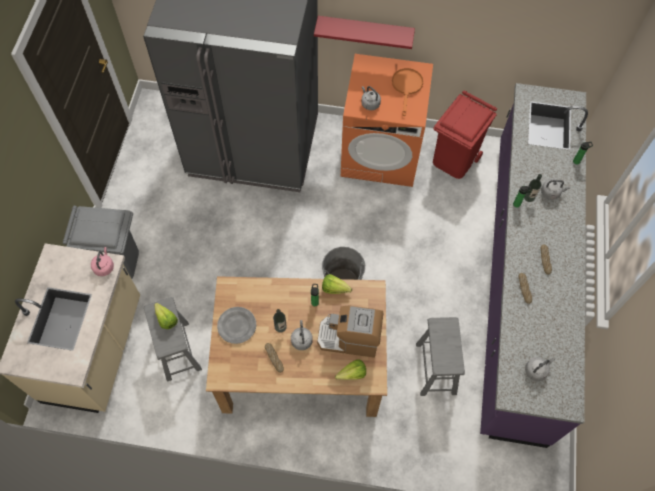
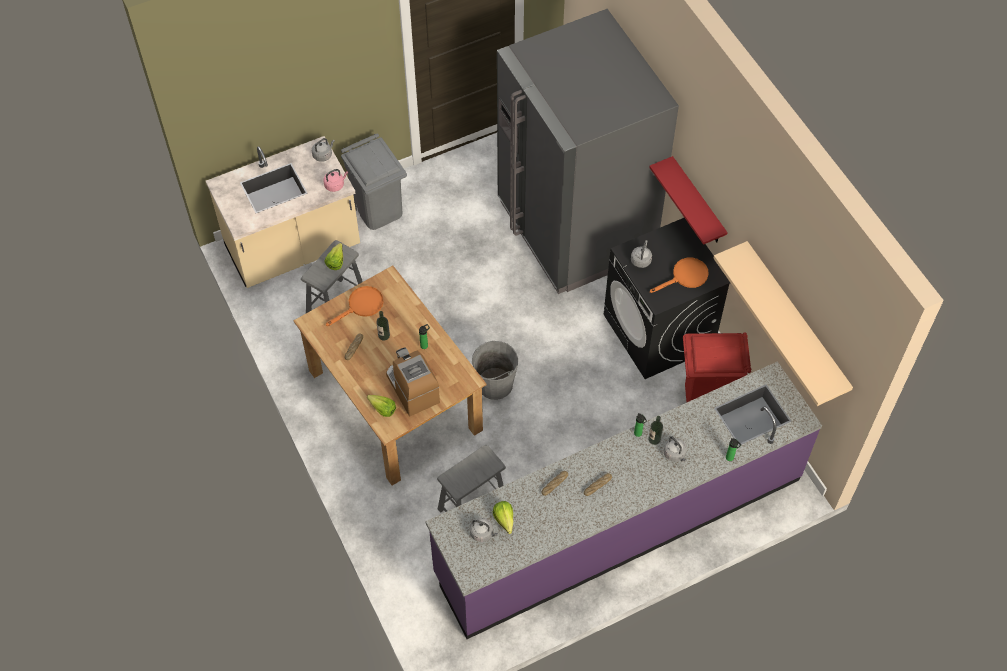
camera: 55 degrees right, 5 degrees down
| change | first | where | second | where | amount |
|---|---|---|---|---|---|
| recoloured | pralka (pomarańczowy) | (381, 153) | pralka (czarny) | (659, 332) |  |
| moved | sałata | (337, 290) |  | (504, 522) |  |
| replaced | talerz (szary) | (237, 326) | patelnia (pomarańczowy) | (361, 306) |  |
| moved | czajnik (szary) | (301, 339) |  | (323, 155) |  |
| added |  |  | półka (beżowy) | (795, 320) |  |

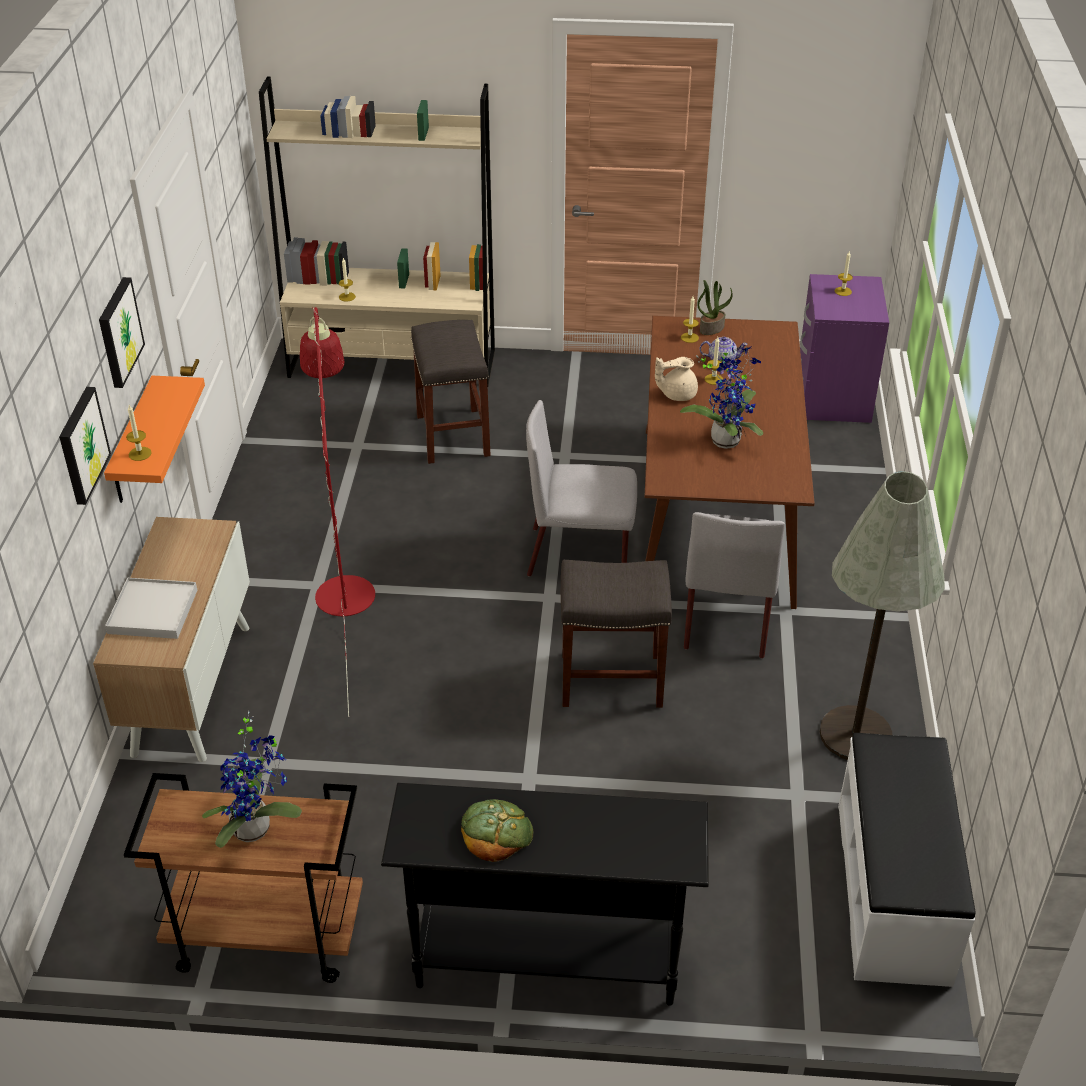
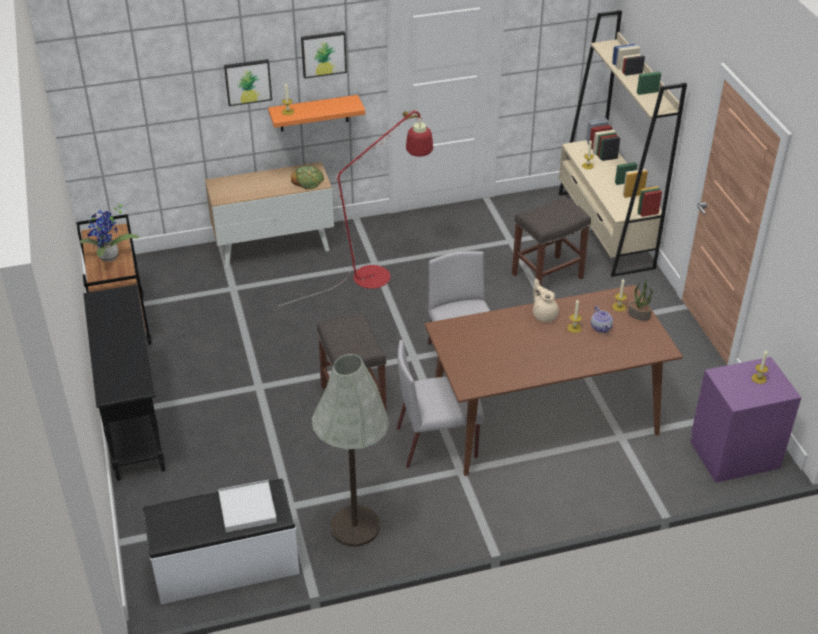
camera: 70 degrees right, 0 degrees up
| change | first | where | second | where | amount |
|---|---|---|---|---|---|
| removed | roślina doniczkowa | (726, 438) |  |  |  |
| moved | taca (biały) | (152, 611) |  | (247, 508) |  |
| moved | chleb | (496, 832) |  | (308, 180) |  |

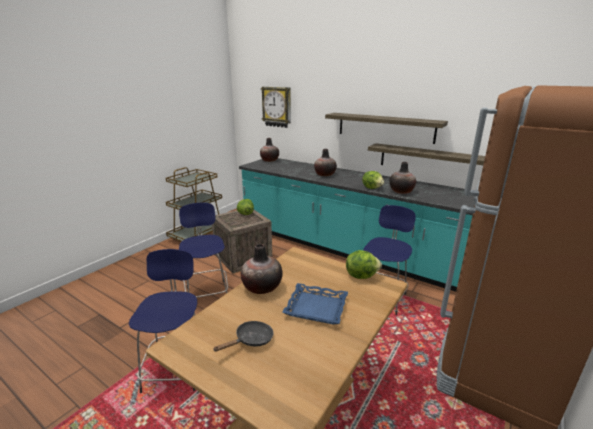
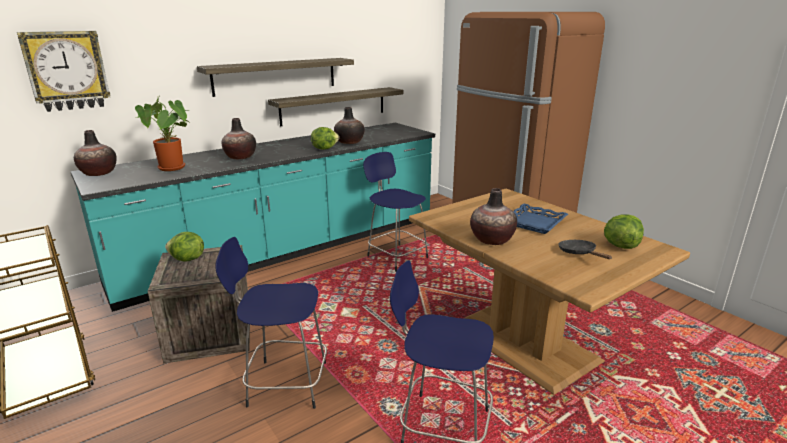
camera: 70 degrees left, 0 degrees up
| change | first | where | second | where | amount |
|---|---|---|---|---|---|
| moved | sałata | (361, 275) |  | (620, 245) |  |
| added |  |  | roślina doniczkowa | (173, 168) |  |

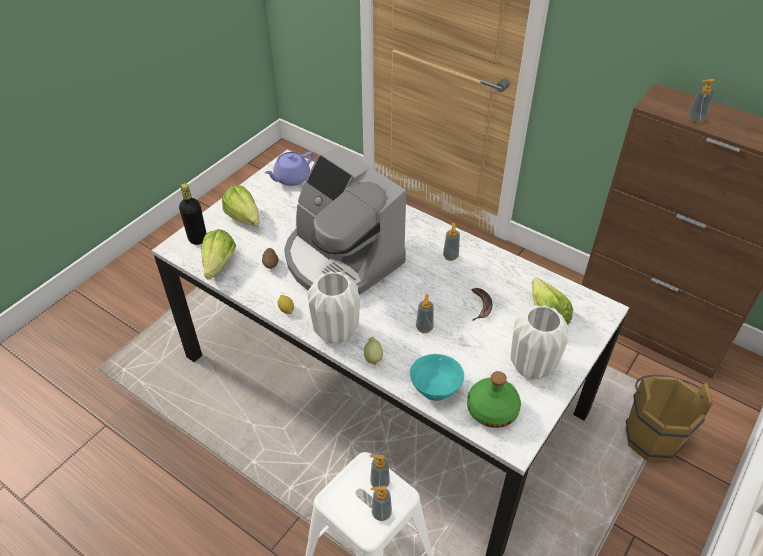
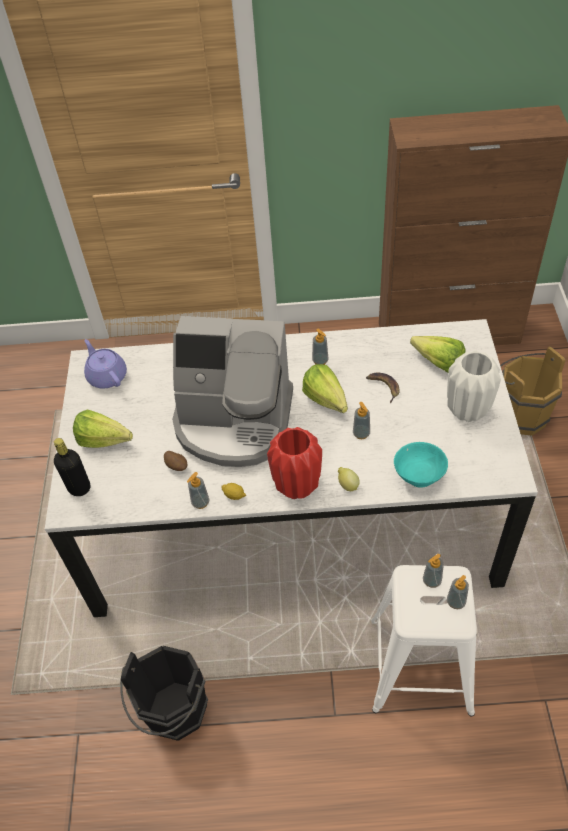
camera: 35 degrees left, 5 degrees up
| change | first | where | second | where | amount |
|---|---|---|---|---|---|
| moved | dozownik mydła | (695, 119) |  | (200, 502) |  |
| turned | imbryk (fioletowy) | (291, 178) |  | (107, 376) | 135 degrees clockwise |
| moved | sałata | (216, 268) |  | (327, 403) |  |
| recoloured | wazon (biały) | (335, 332) | wazon (czerwony) | (296, 486) |  |
| removed | butelka (zielony) | (492, 409) |  |  |  |
| added |  |  | wiadro (czarny) | (174, 715) |  |

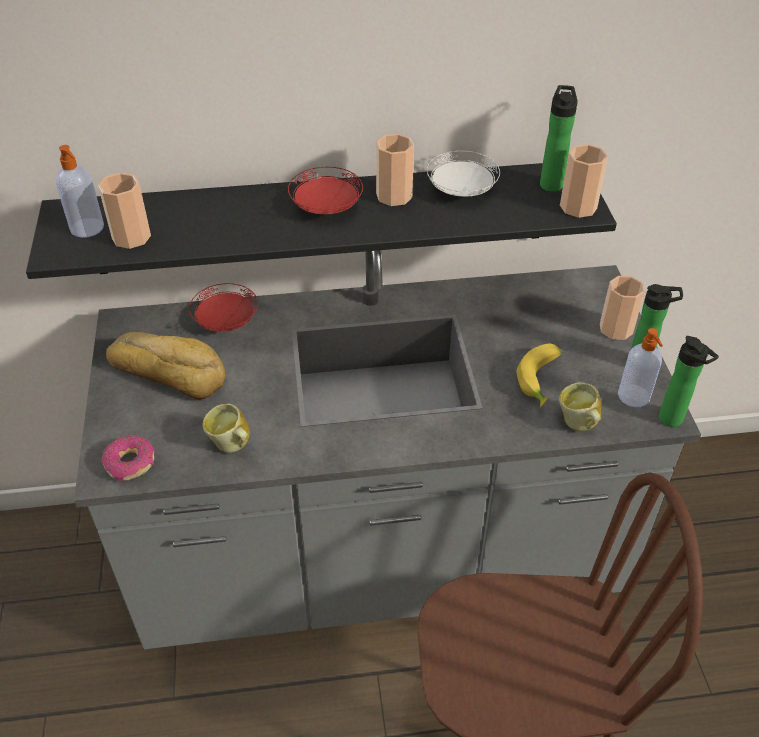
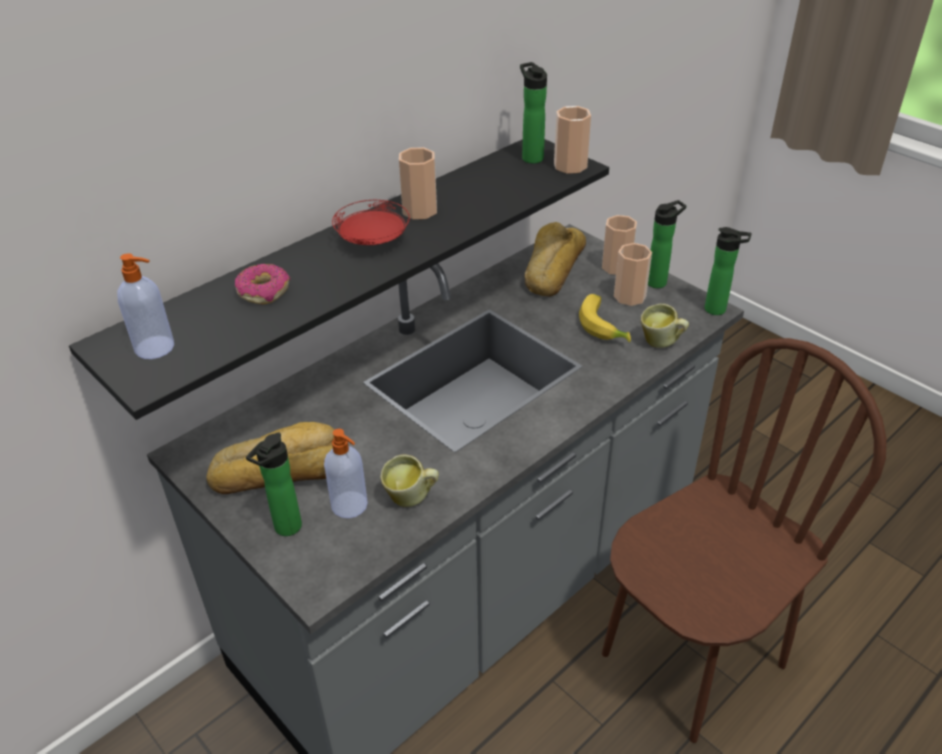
camera: 35 degrees left, 5 degrees down
| change | first | where | second | where | amount |
|---|---|---|---|---|---|
| removed | talerz (biały) | (462, 191) |  |  |  |
| moved | filiżanka | (131, 237) |  | (629, 296) |  |
| removed | talerz (czerwony) | (226, 322) |  |  |  |
| moved | dozownik mydła | (634, 397) |  | (350, 505) |  |
| moved | donut | (130, 463) |  | (264, 291) |  |
| added |  |  | chleb | (551, 268) |  |
| added |  |  | butelka | (285, 529) |  |

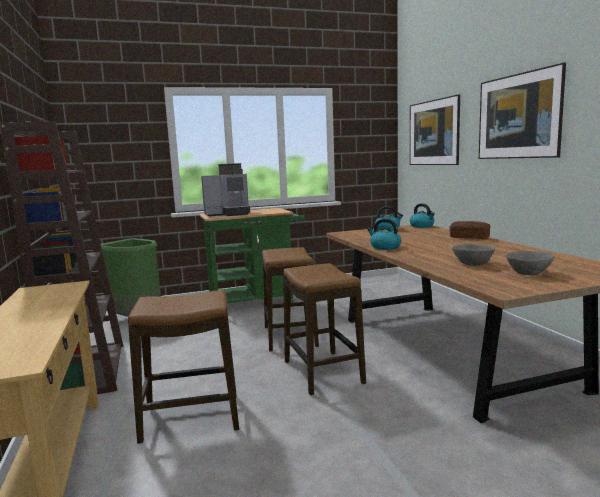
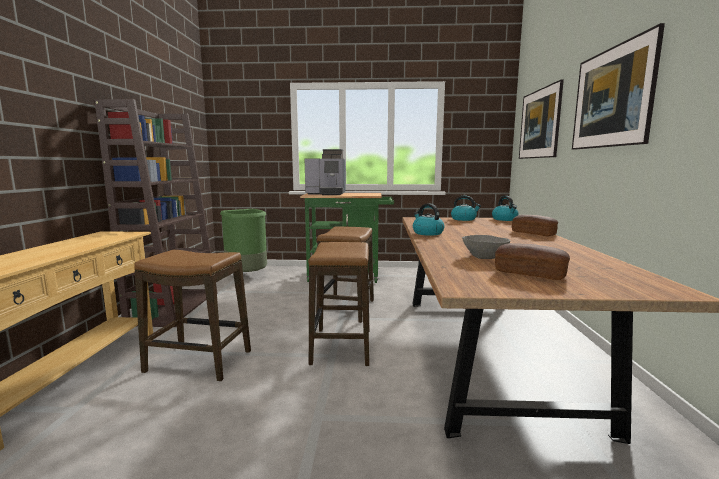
camera: 20 degrees right, 0 degrees up
| change | first | where | second | where | amount |
|---|---|---|---|---|---|
| replaced | miska (szary) | (528, 273) | chleb | (529, 274) |  |

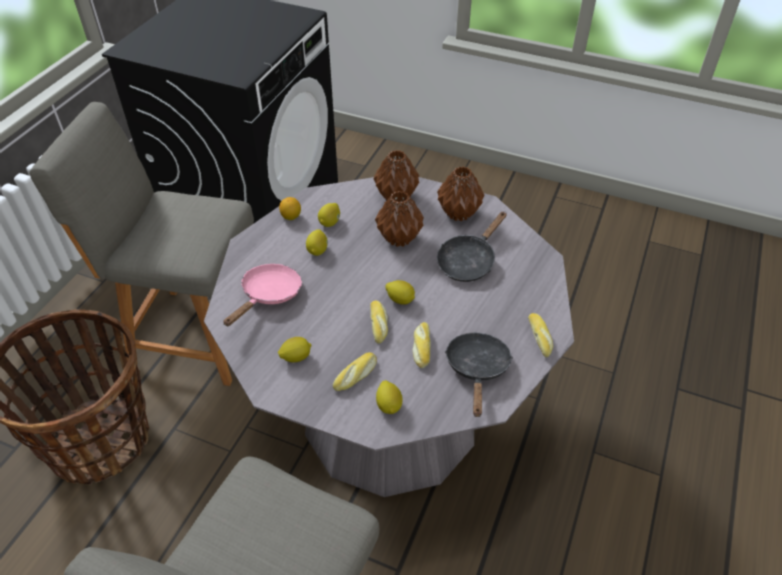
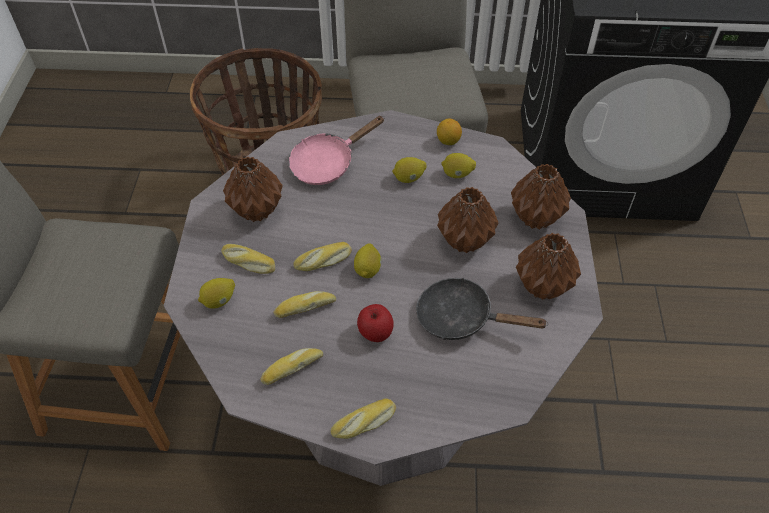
camera: 70 degrees right, 5 degrees up
| change | first | where | second | where | amount |
|---|---|---|---|---|---|
| turned | patelnia (różowy) | (268, 295) |  | (327, 163) | 135 degrees clockwise |
| replaced | patelnia (czarny) | (477, 369) | chleb | (292, 368) |  |
| replaced | cytryna | (296, 357) | wazon (brązowy) | (256, 210) |  |
| added |  |  | jabłko | (375, 332) |  |

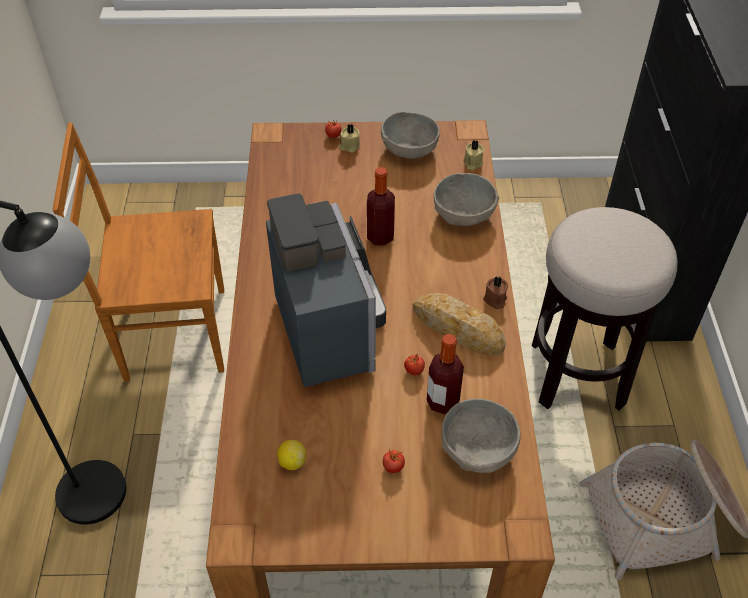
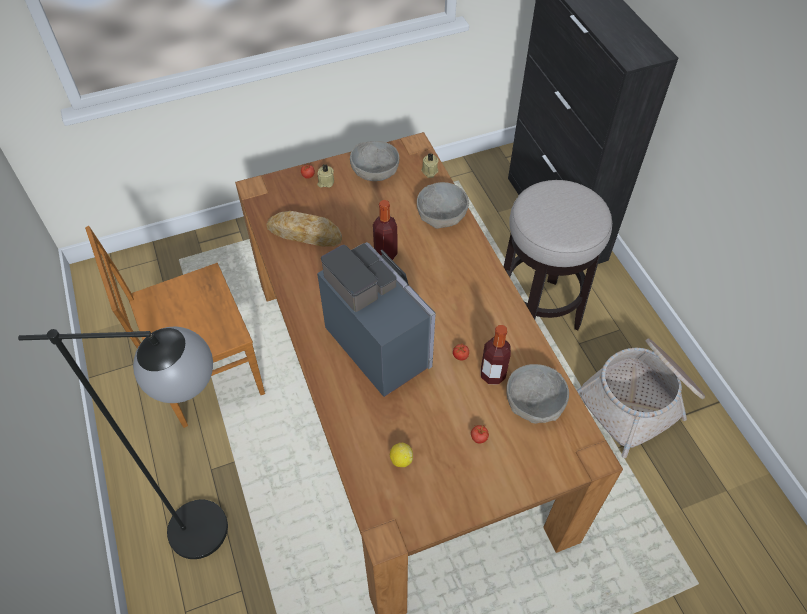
camera: 20 degrees left, 5 degrees up
| change | first | where | second | where | amount |
|---|---|---|---|---|---|
| removed | świeca (brązowy) | (495, 300) |  |  |  |
| moved | chleb | (458, 328) |  | (304, 233) |  |

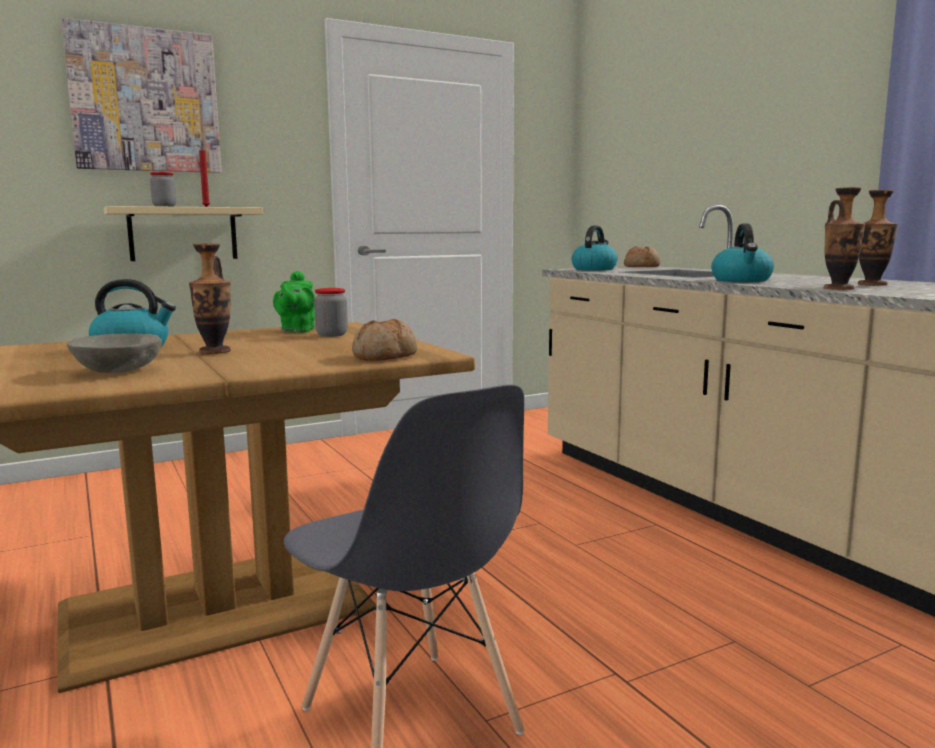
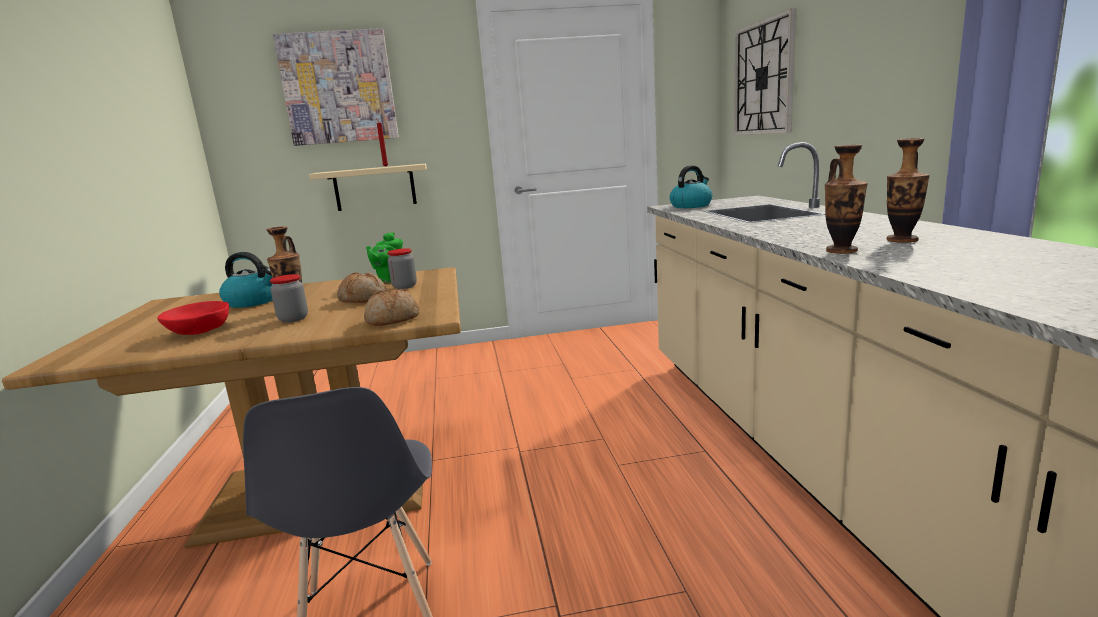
camera: 20 degrees right, 5 degrees up
| change | first | where | second | where | amount |
|---|---|---|---|---|---|
| moved | słoik | (164, 206) |  | (293, 319) |  |
| removed | czajnik | (742, 280) |  |  |  |
| moved | chleb | (641, 266) |  | (363, 298) |  |
| recoloured | miska (szary) | (118, 371) | miska (czerwony) | (200, 331) |  |
| added |  |  | zegar ścienny | (763, 78) |  |

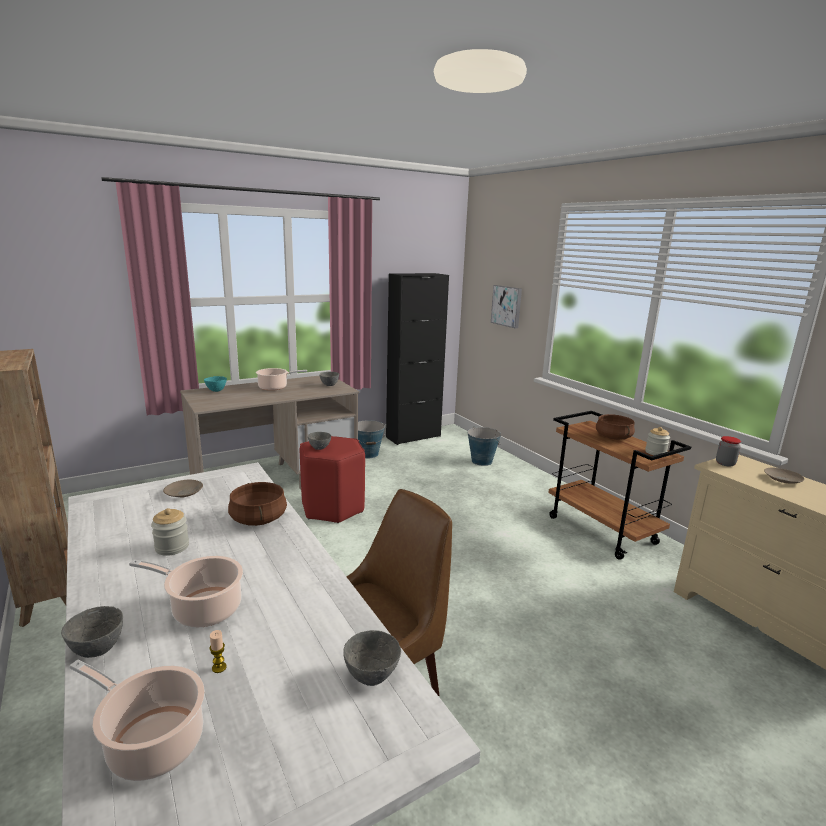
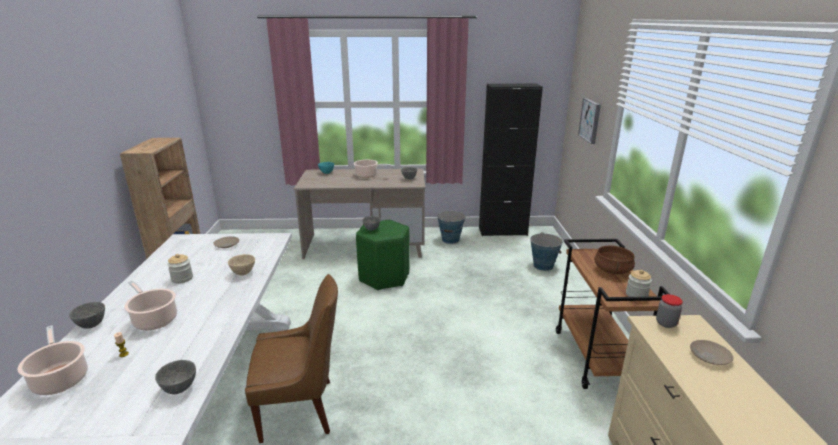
camera: 30 degrees right, 5 degrees up
| change | first | where | second | where | amount |
|---|---|---|---|---|---|
| recoloured | stołek (czerwony) | (332, 508) | stołek (zielony) | (383, 277) |  |
| replaced | garnek (brązowy) | (258, 519) | miska (beżowy) | (243, 273) |  |

